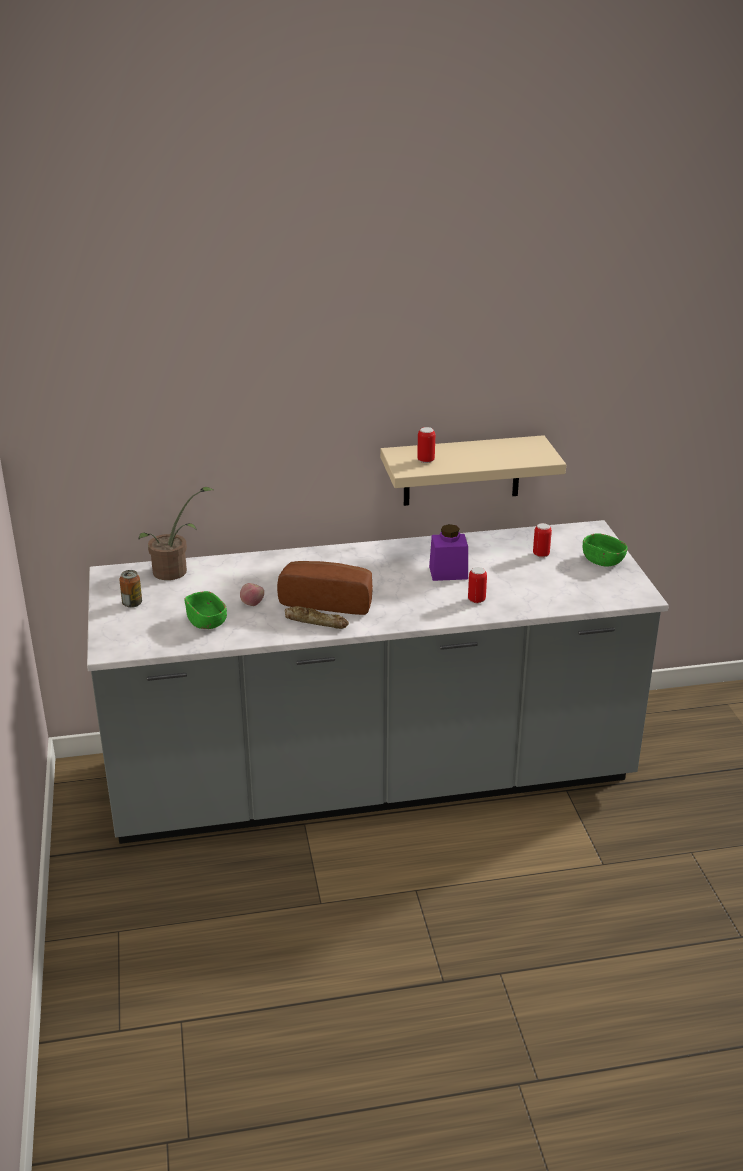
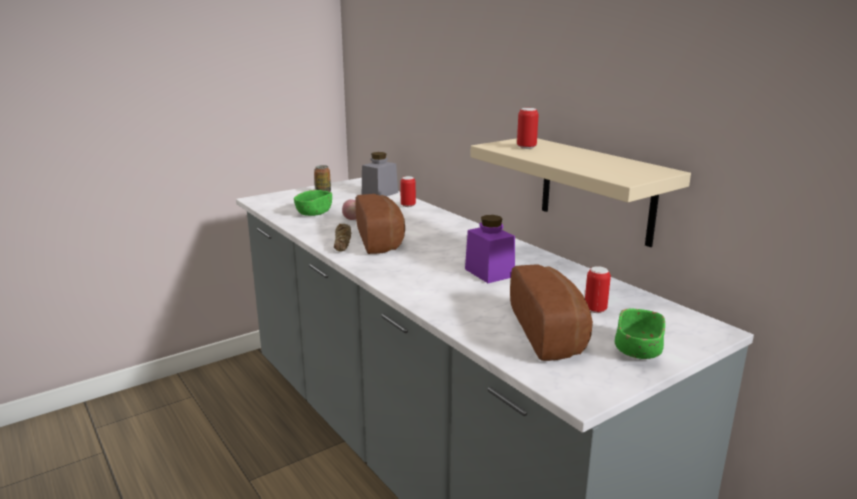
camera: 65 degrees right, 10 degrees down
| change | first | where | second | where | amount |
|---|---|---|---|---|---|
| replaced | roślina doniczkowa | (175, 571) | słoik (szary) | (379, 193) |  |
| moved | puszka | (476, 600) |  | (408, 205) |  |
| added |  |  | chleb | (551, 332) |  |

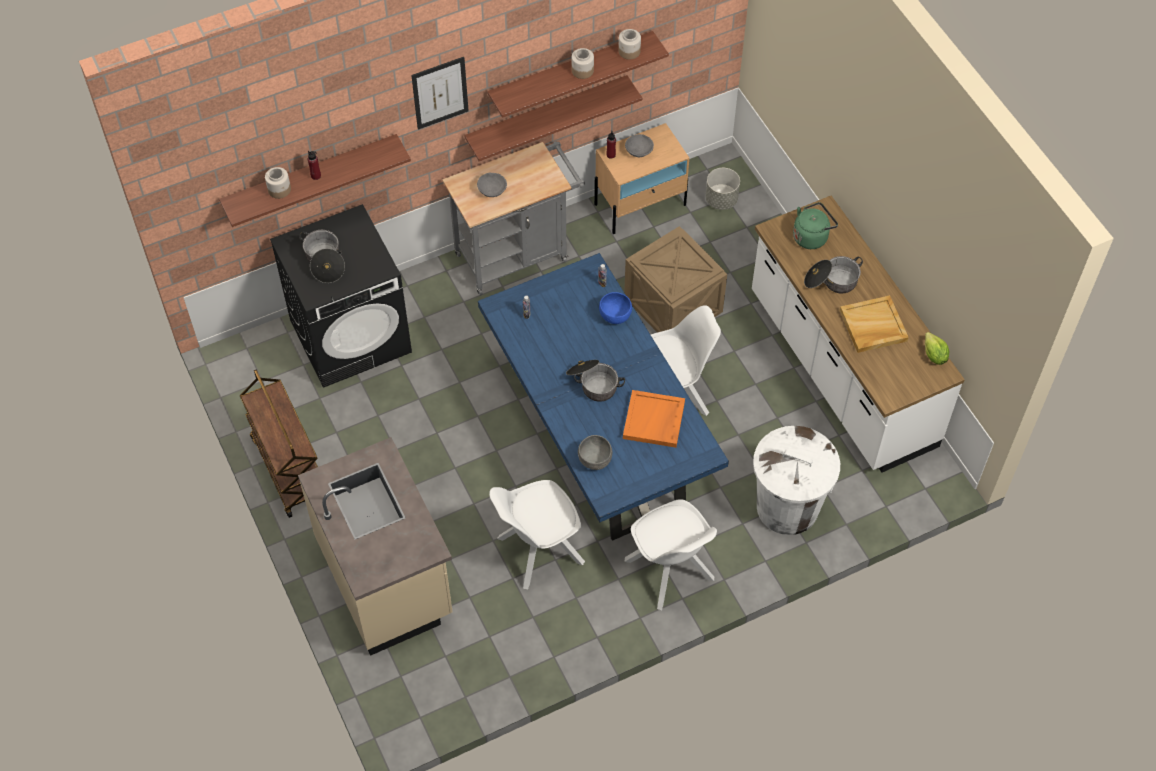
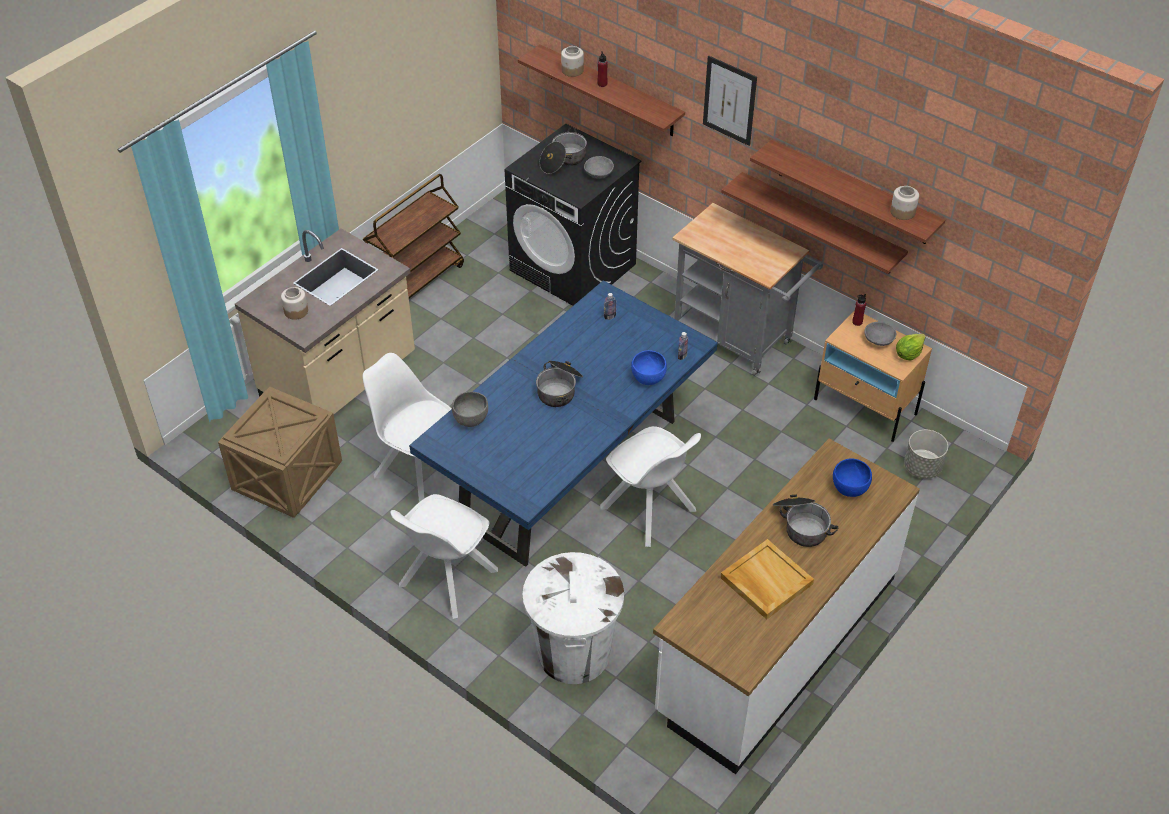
camera: 65 degrees right, 10 degrees down
| change | first | where | second | where | amount |
|---|---|---|---|---|---|
| moved | słoik | (582, 70) |  | (296, 311) |  |
| moved | miska (szary) | (491, 190) |  | (599, 174) |  |
| replaced | czajnik (zielony) | (811, 236) | miska (niebieski) | (849, 489) |  |
| moved | skrzynka | (672, 305) |  | (288, 475) |  |
| moved | sałata | (934, 355) |  | (908, 354) |  |
| removed | taca (pomarańczowy) | (654, 421) |  |  |  |

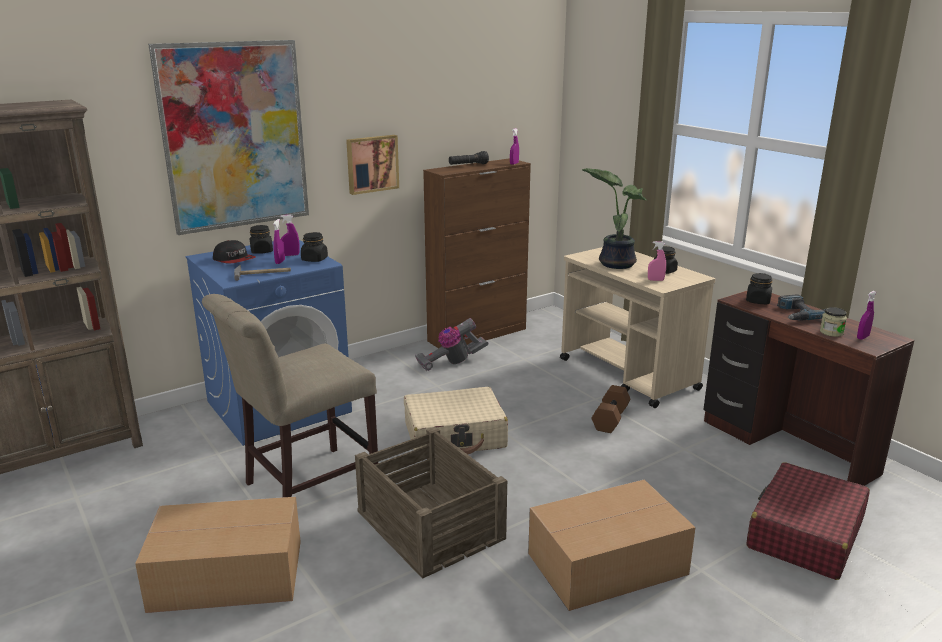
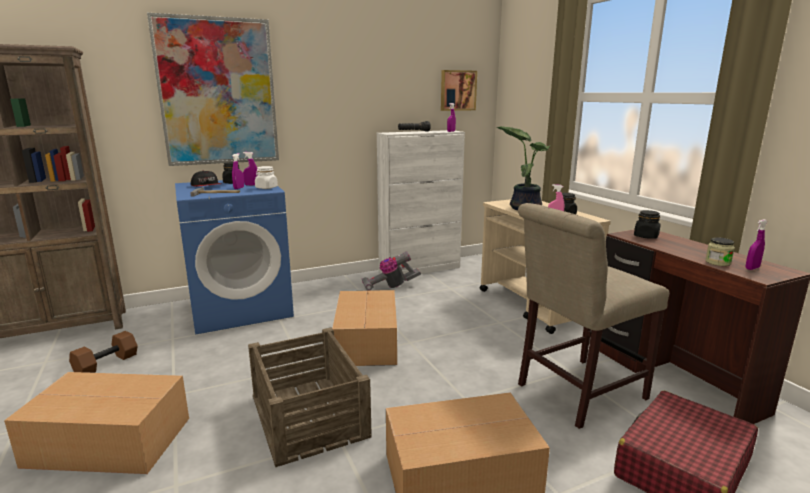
camera: 10 degrees right, 5 degrees down
| change | first | where | second | where | amount |
|---|---|---|---|---|---|
| moved | obraz | (372, 164) |  | (457, 90) |  |
| recoloured | szafka (brązowy) | (478, 335) | szafka (biały) | (420, 269) |  |
| recoloured | słoik (czarny) | (314, 259) | słoik (biały) | (266, 188) |  |
| moved | krzesło (beżowy) | (304, 486) |  | (575, 392) |  |
| removed | wiertarka | (796, 314) |  |  |  |
| moved | hantel (brązowy) | (611, 419) |  | (106, 364) |  |
| replaced | walizka (beżowy) | (455, 435) | karton | (367, 341) |  |

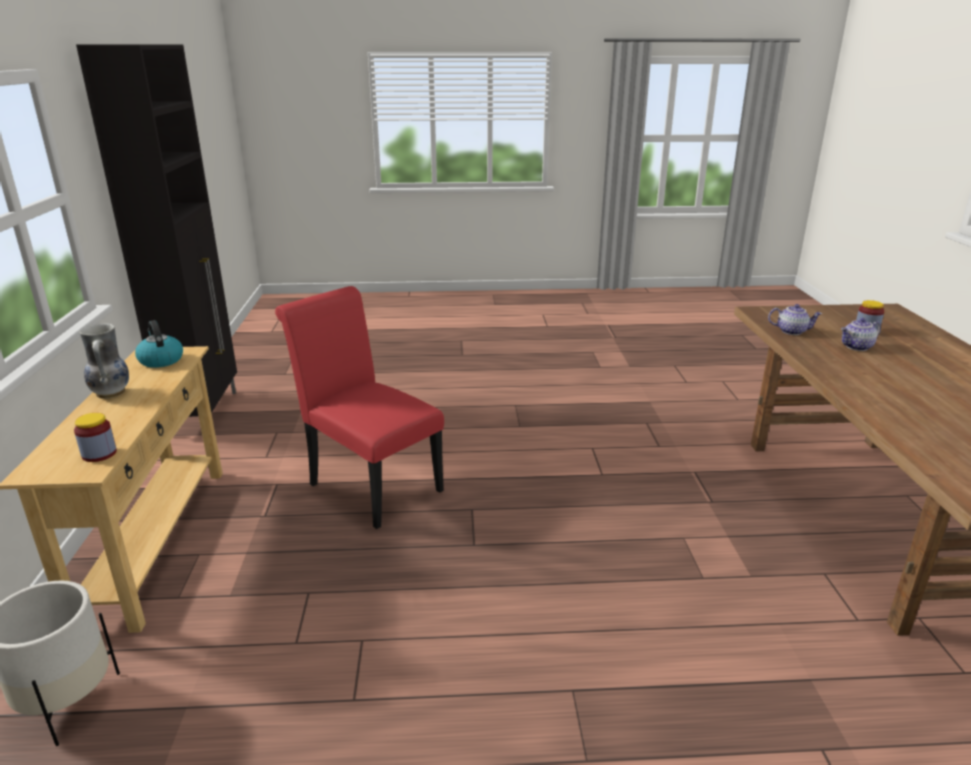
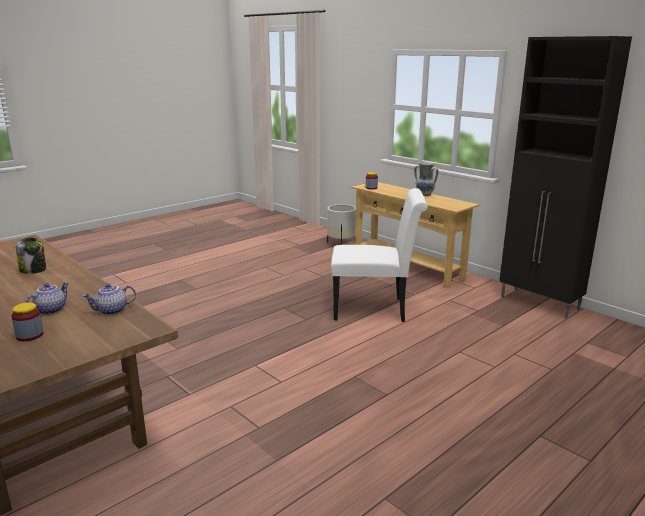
camera: 140 degrees right, 5 degrees down
| change | first | where | second | where | amount |
|---|---|---|---|---|---|
| recoloured | krzesło (czerwony) | (369, 484) | krzesło (biały) | (375, 309) |  |
| removed | czajnik | (160, 360) |  |  |  |
| added |  |  | słoik | (33, 270) |  |

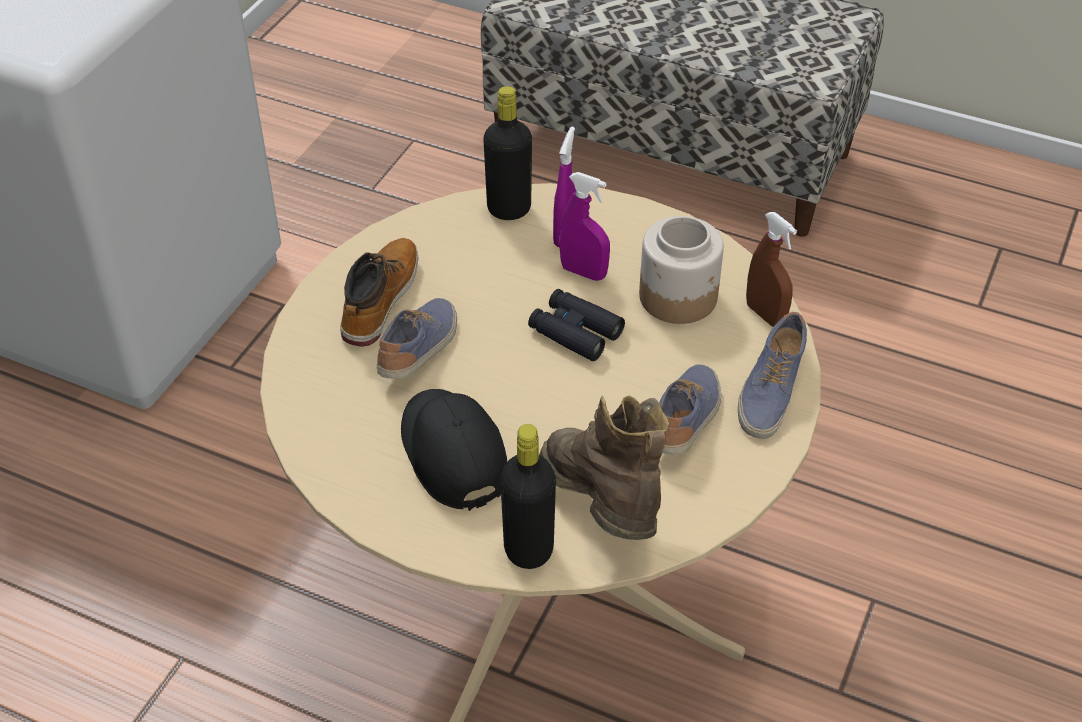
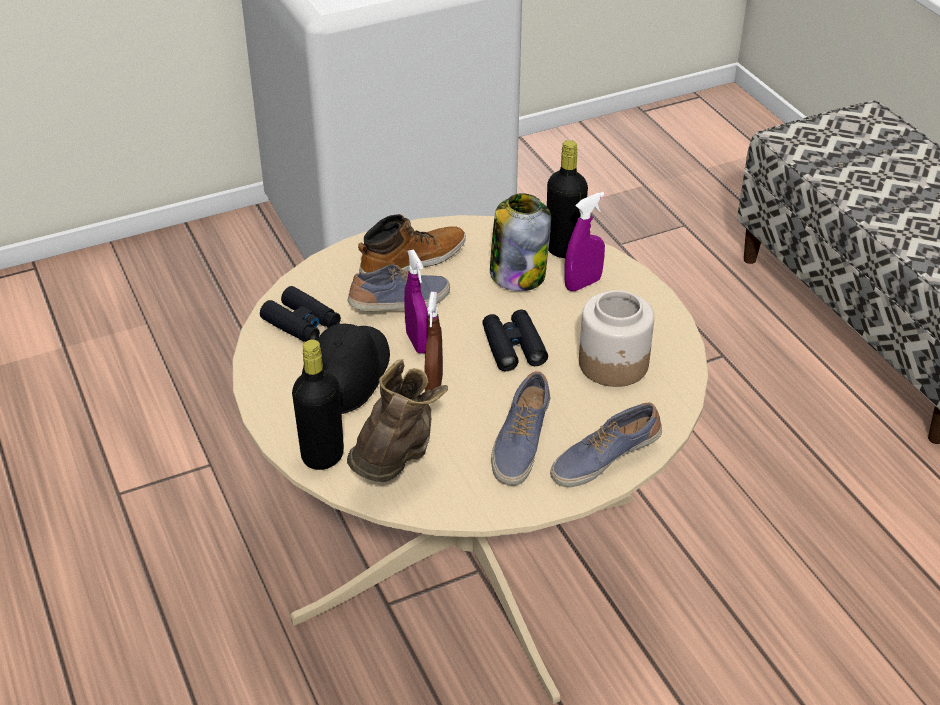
camera: 40 degrees right, 5 degrees down
| change | first | where | second | where | amount |
|---|---|---|---|---|---|
| moved | spryskiwacz (fioletowy) | (583, 272) |  | (418, 342) |  |
| moved | spryskiwacz (brązowy) | (765, 314) |  | (434, 386) |  |
| turned | but | (687, 420) |  | (520, 443) | 135 degrees clockwise |
| added |  |  | słoik | (517, 274) |  |
| added |  |  | lornetka (czarny) | (301, 323) |  |

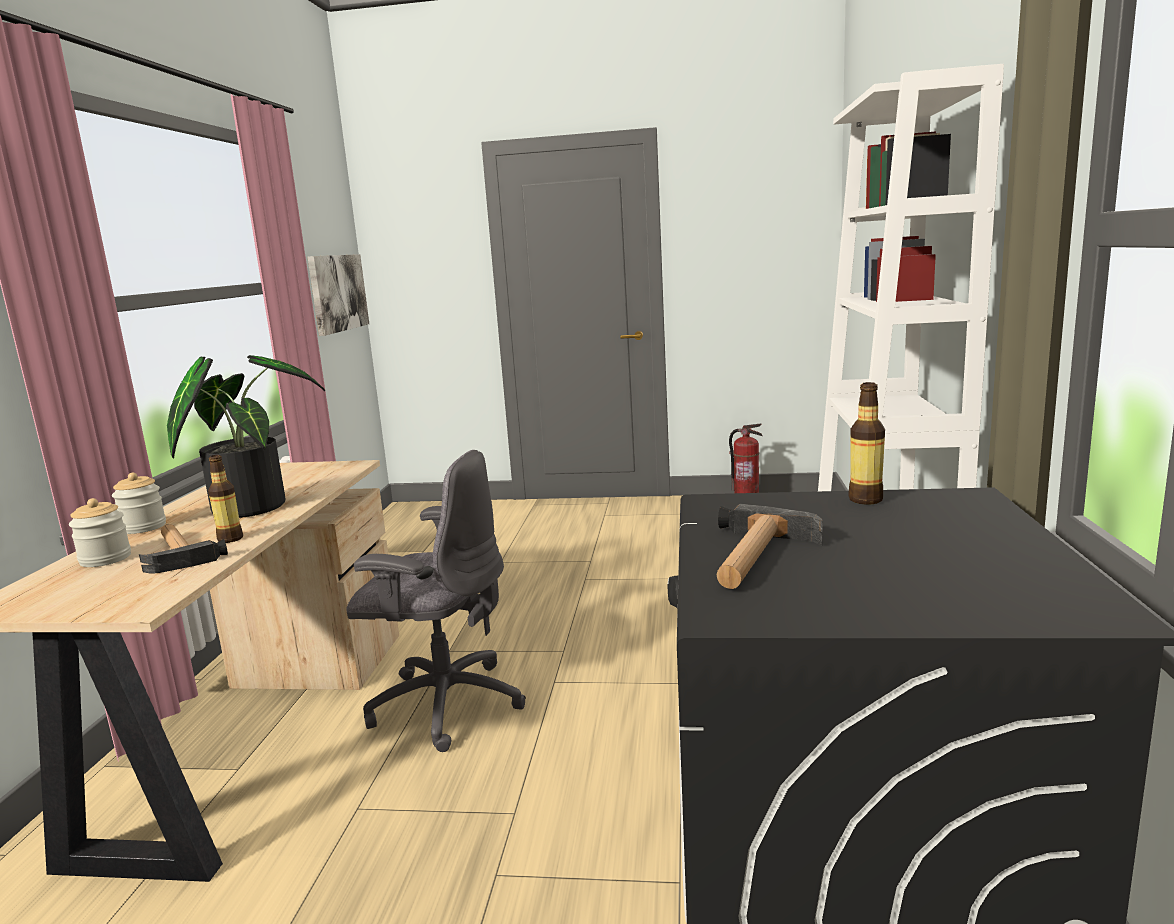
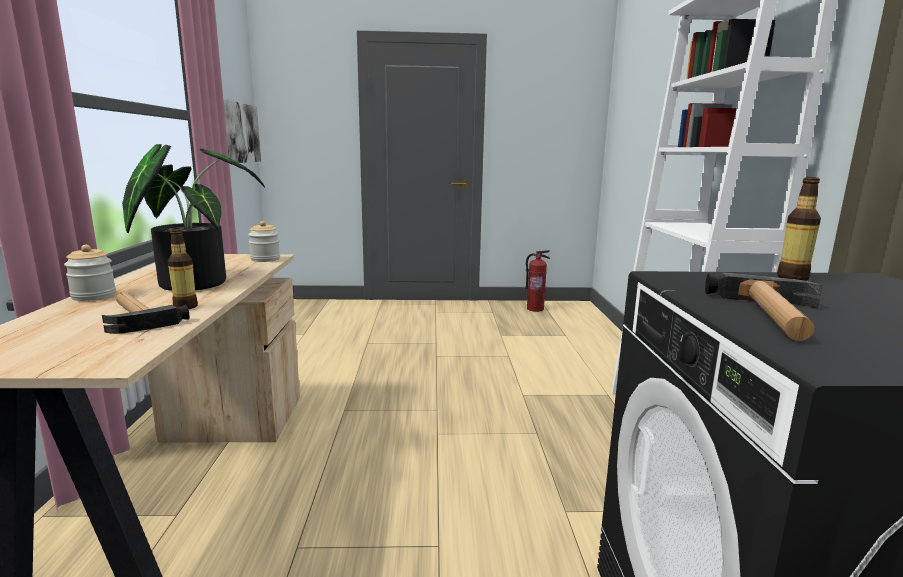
camera: 10 degrees left, 0 degrees up
| change | first | where | second | where | amount |
|---|---|---|---|---|---|
| removed | krzesło biurowe (szary) | (445, 703) |  |  |  |
| moved | słoik | (105, 559) |  | (265, 259) |  |

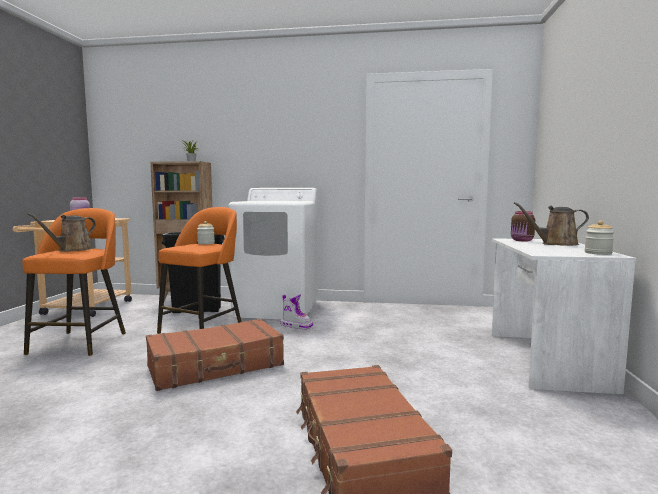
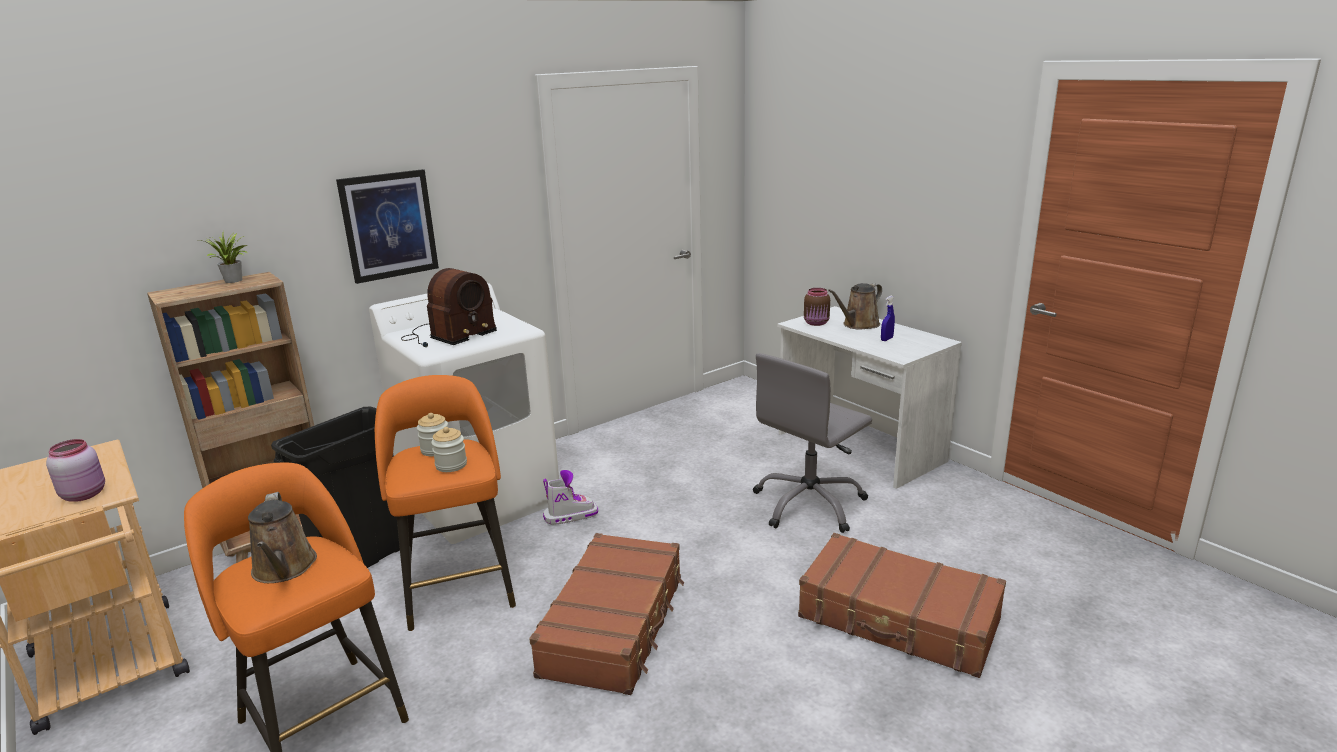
camera: 45 degrees left, 15 degrees up
| change | first | where | second | where | amount |
|---|---|---|---|---|---|
| moved | słoik | (598, 253) |  | (451, 465) |  |
| added |  |  | obraz | (389, 225) |  |
| added |  |  | radio | (447, 336) |  |
| added |  |  | spryskiwacz (niebieski) | (886, 339) |  |
| added |  |  | krzesło biurowe (szary) | (809, 504) |  |

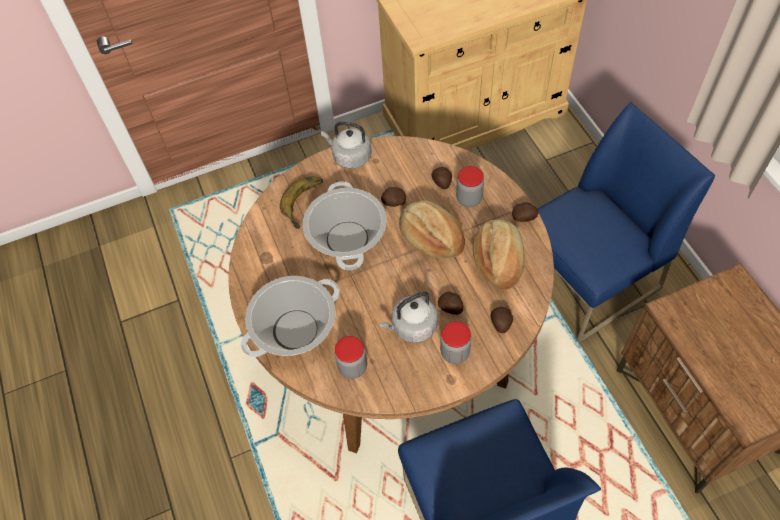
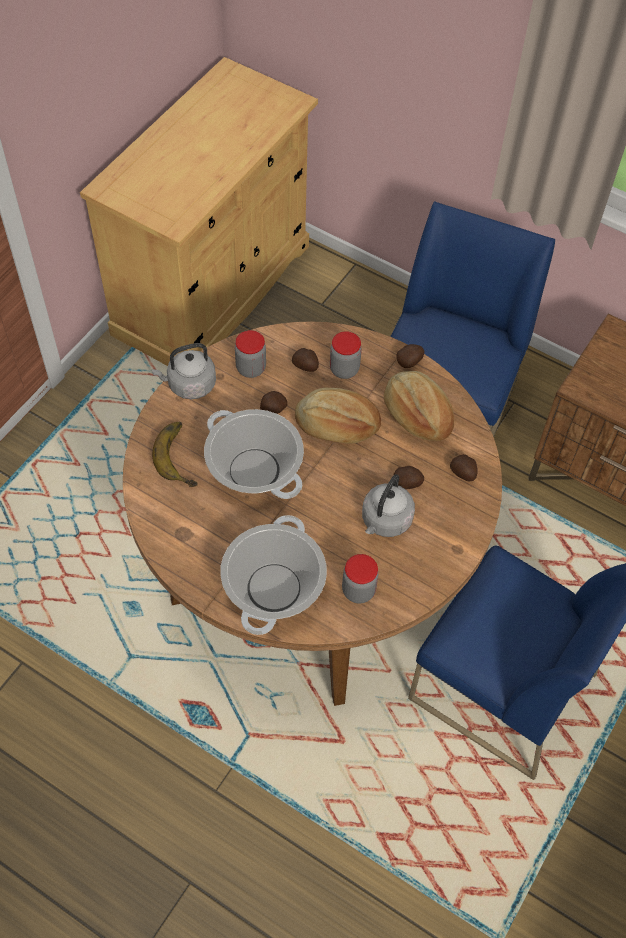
camera: 40 degrees left, 0 degrees up
| change | first | where | second | where | amount |
|---|---|---|---|---|---|
| moved | słoik | (455, 352) |  | (251, 368) |  |

